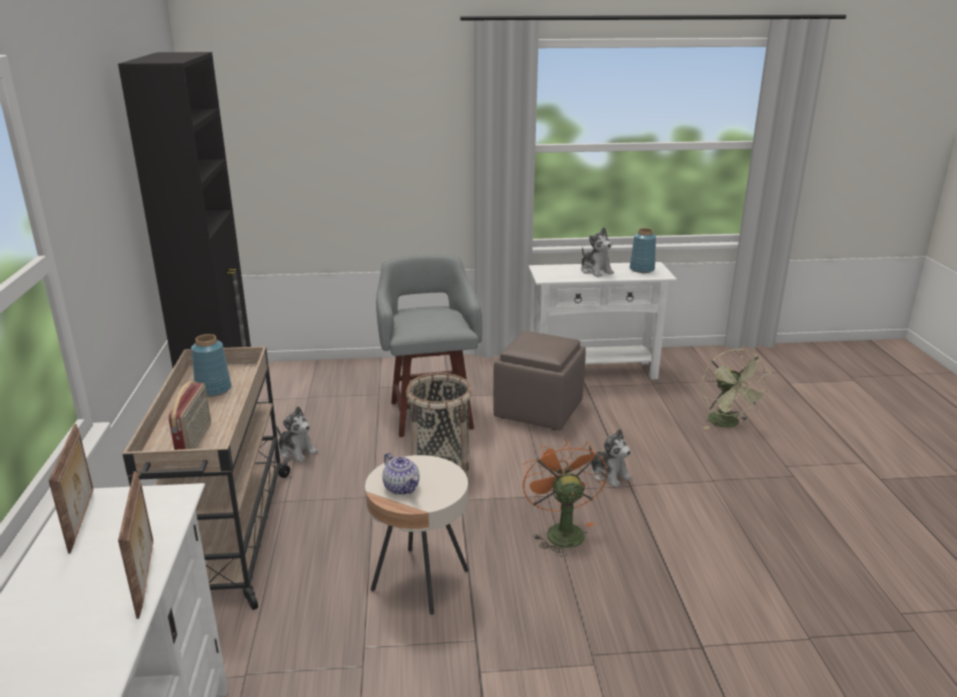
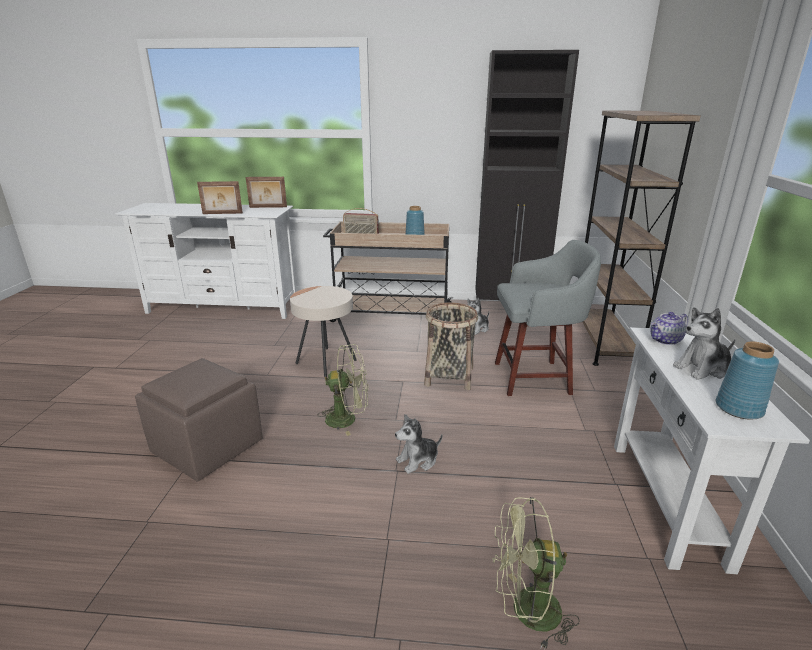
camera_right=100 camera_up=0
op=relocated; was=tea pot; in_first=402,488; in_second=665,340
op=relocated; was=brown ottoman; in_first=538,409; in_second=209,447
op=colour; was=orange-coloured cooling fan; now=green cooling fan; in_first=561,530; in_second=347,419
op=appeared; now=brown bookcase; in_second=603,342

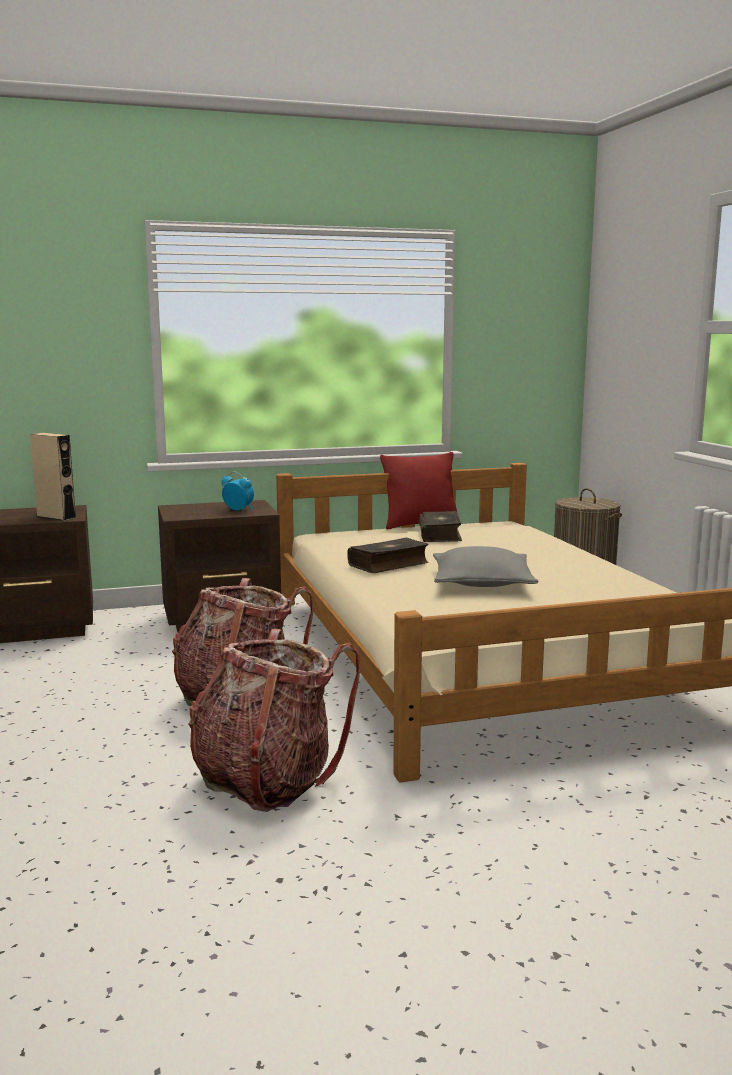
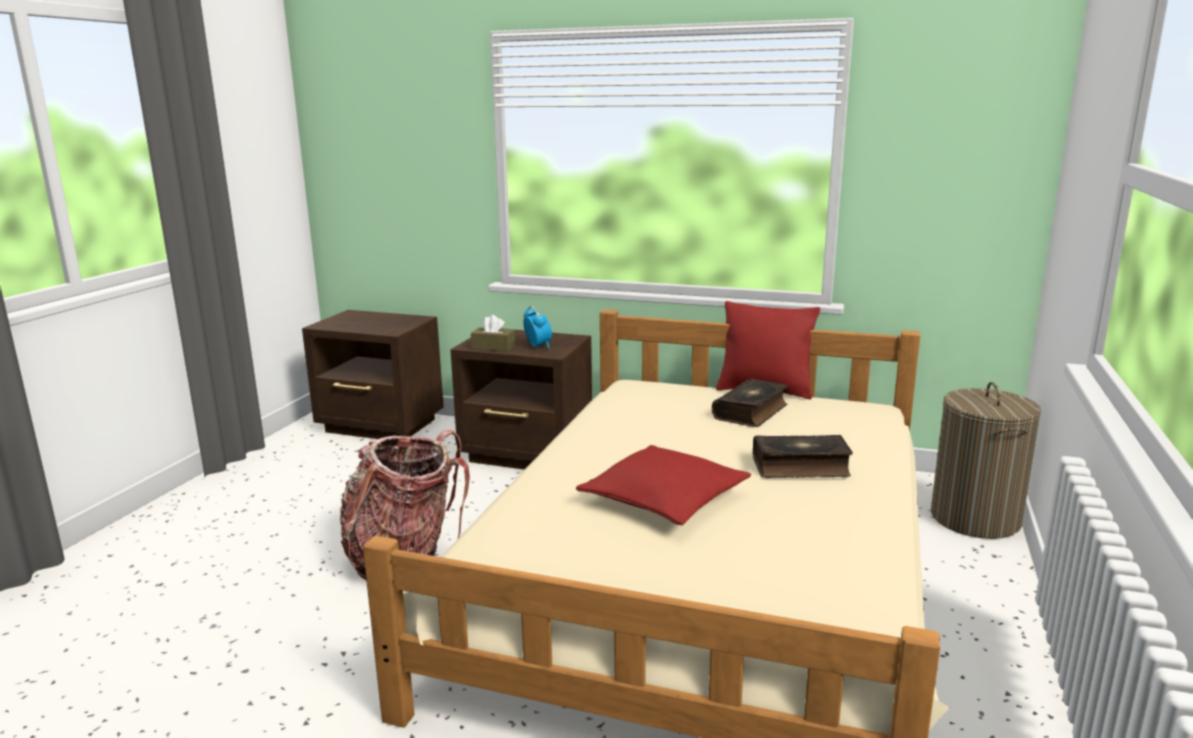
camera_right=35 camera_up=5
op=missing; was=beige audio speaker; in_first=56,517
op=missing; was=backpack; in_first=268,781
op=relocated; was=bound book; in_first=389,564; in_second=800,467
op=colour; was=gray cushion; now=red cushion; in_first=482,583; in_second=664,500
op=appeared; now=brown box of tissues; in_second=493,347

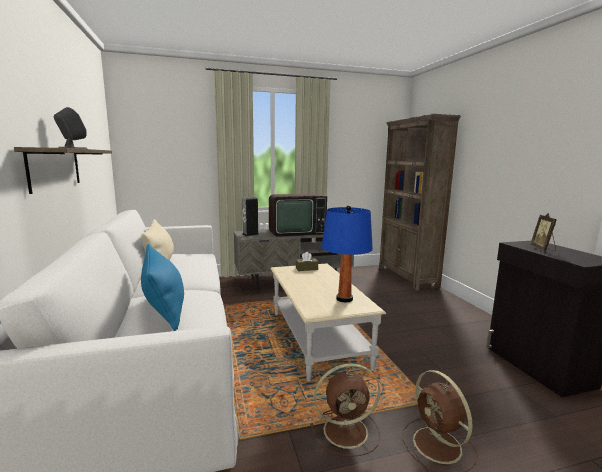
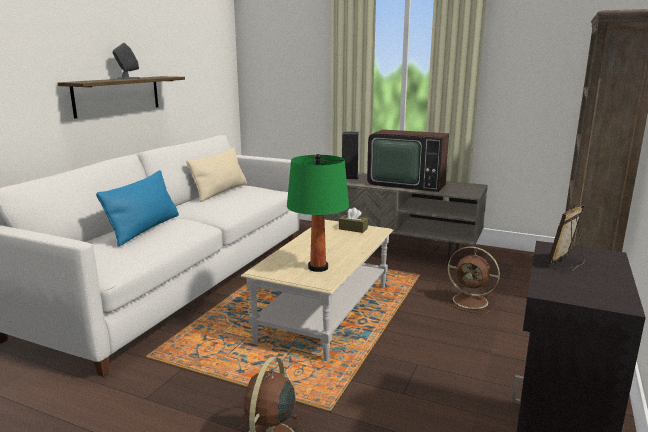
camera_right=40 camera_up=5
op=relocated; was=brown cooling fan; in_first=347,431; in_second=471,301
op=colour; was=bluish tabletop lamp; now=green tabletop lamp; in_first=344,299; in_second=318,267

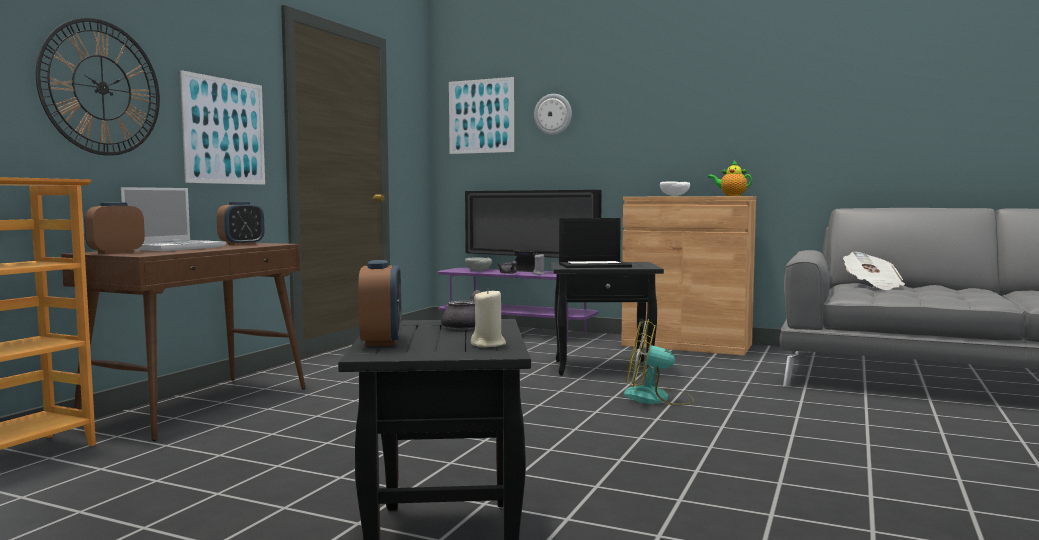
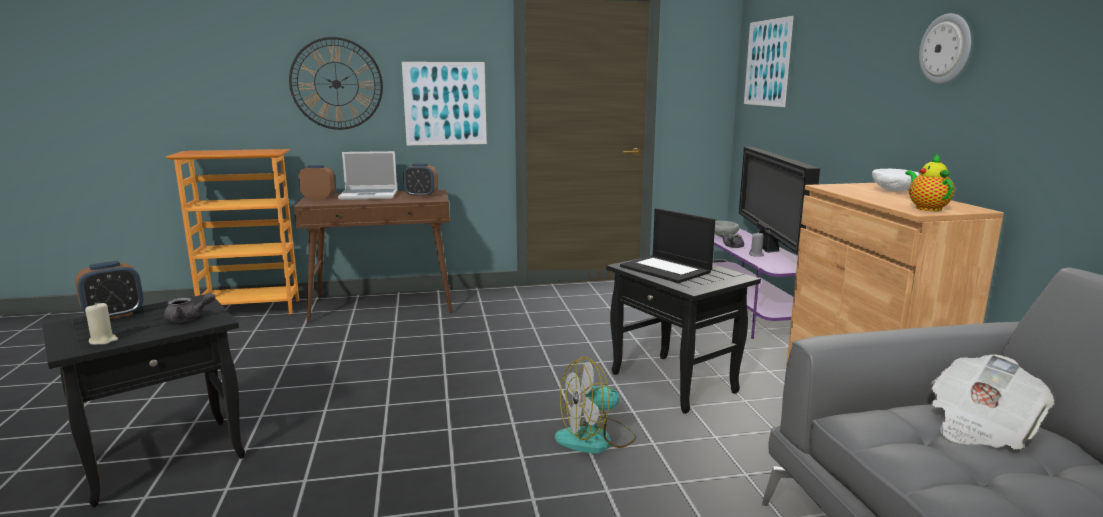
camera_right=55 camera_up=10
op=relocated; was=hanging clock; in_first=553,114; in_second=946,49
op=spun; was=cooling fan; in_first=657,398; in_second=596,439; clockwise=-90

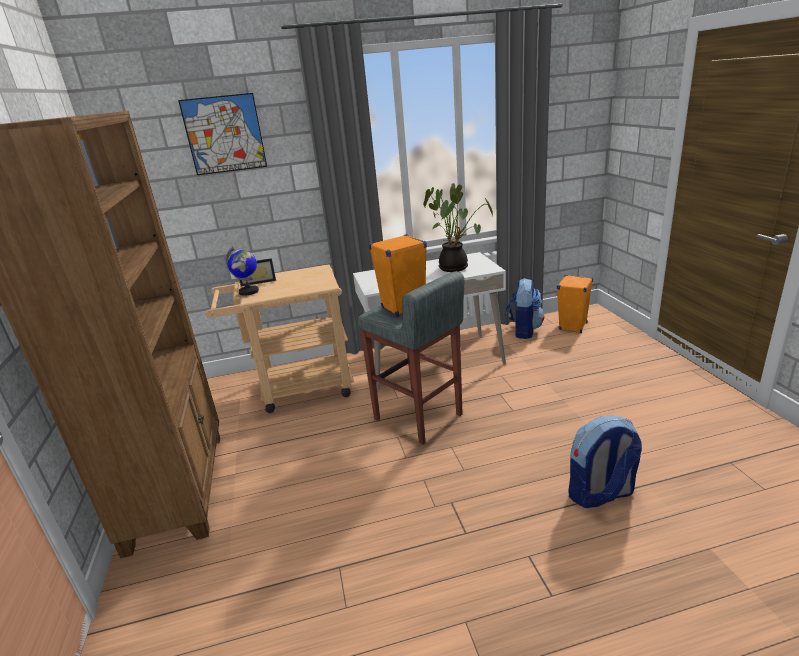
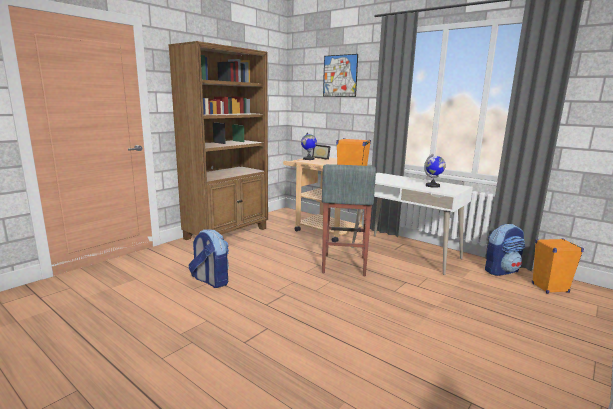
camera_right=50 camera_up=-10
op=exchanged; was=houseplant; now=globe; in_first=456,267; in_second=432,186
op=relocated; was=backpack; in_first=600,494; in_second=210,281

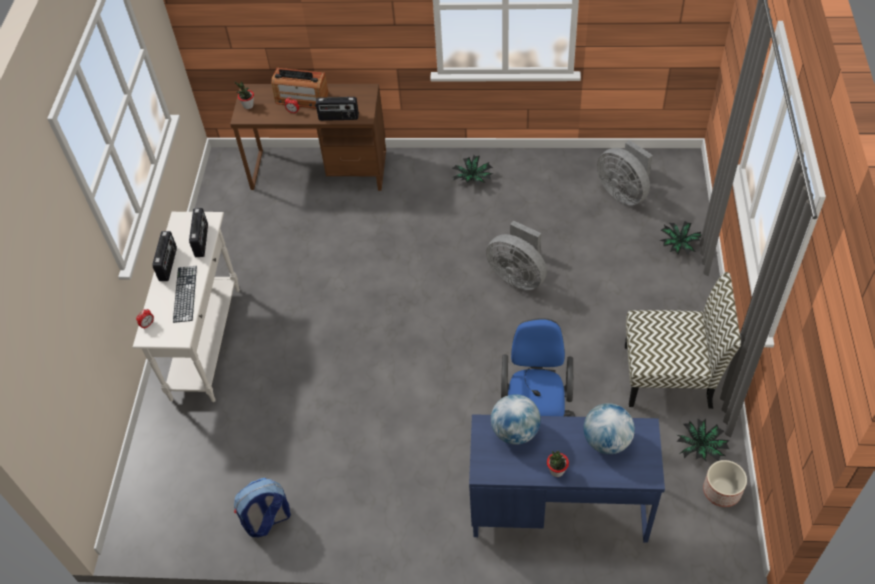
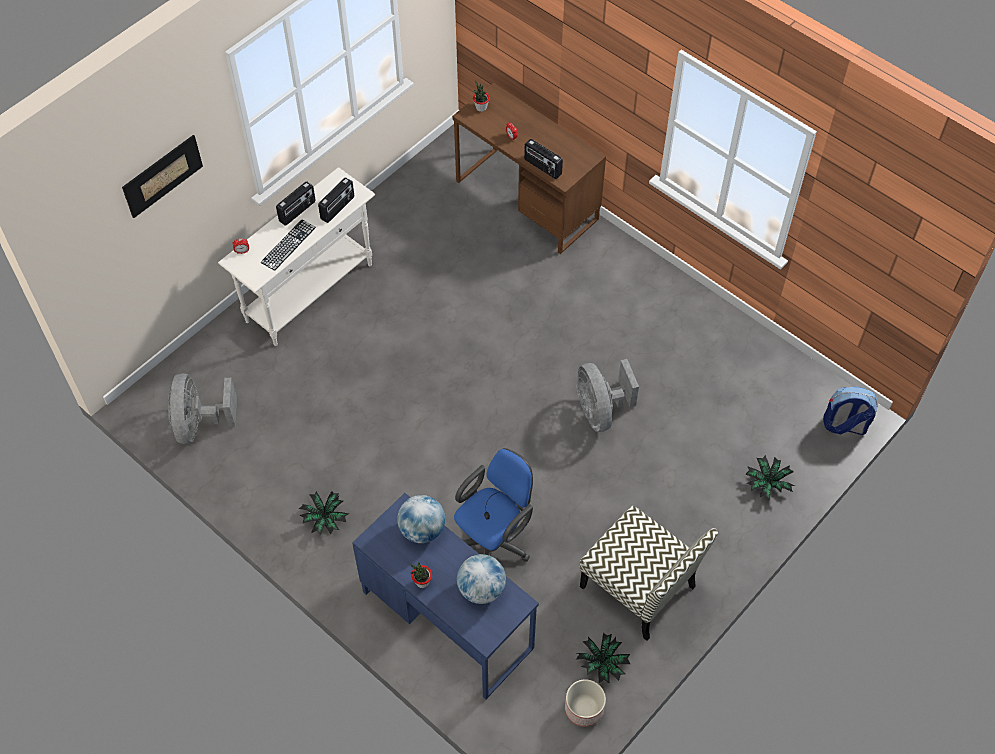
camera_right=35 camera_up=5
op=relocated; was=backpack; in_first=267,520; in_second=844,425
op=missing; was=radio set; in_first=301,98
op=relocated; was=houseplant; in_first=472,179; in_second=324,518
op=relocated; was=gray cooling fan; in_first=623,192; in_second=200,424
op=appeared; now=picture; in_second=162,176

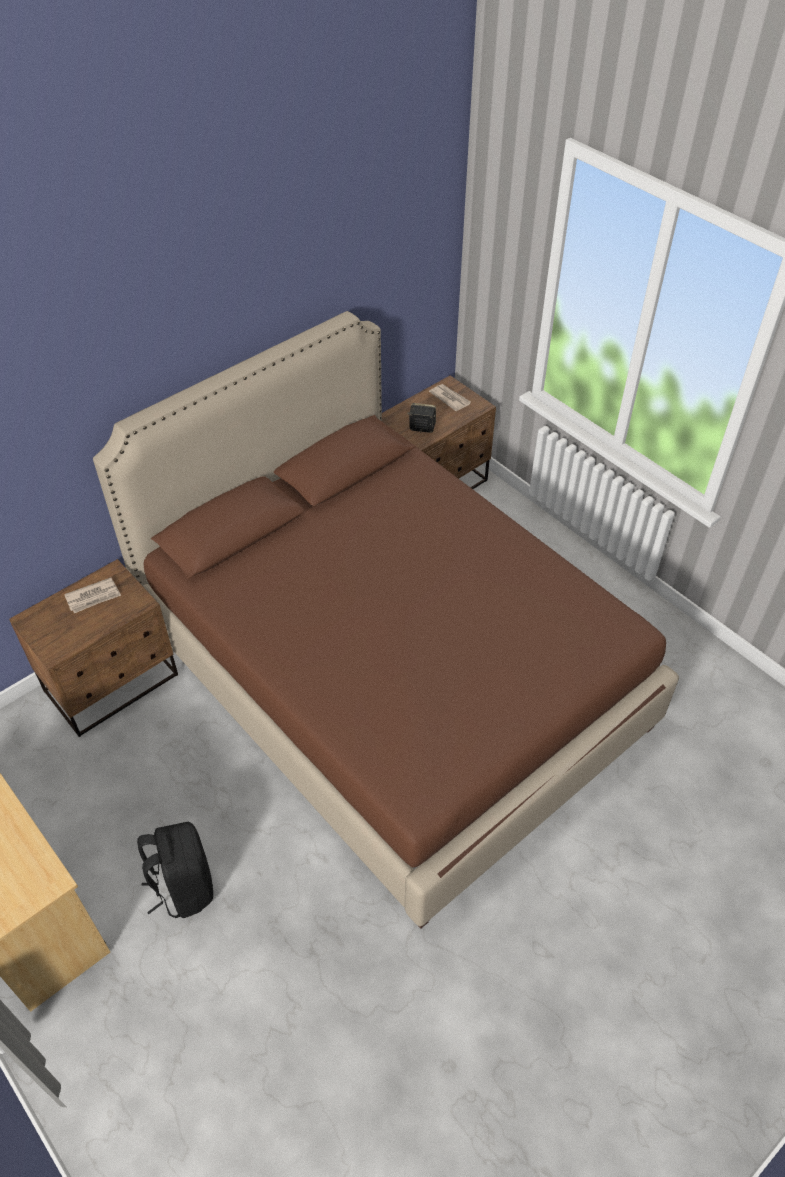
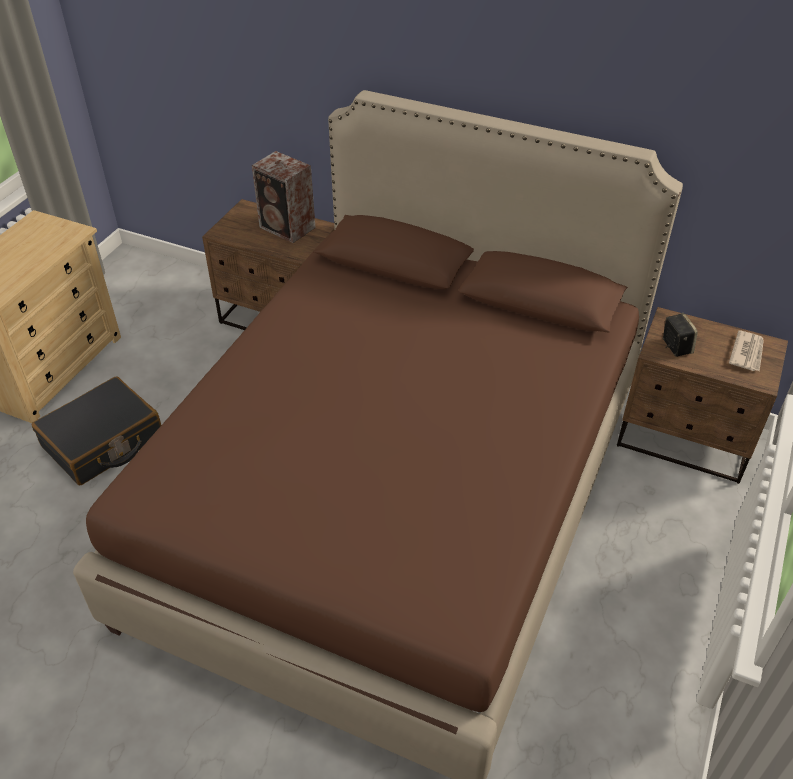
camera_right=65 camera_up=-5
op=exchanged; was=printed paper; now=audio speaker; in_first=93,597; in_second=288,228
op=exchanged; was=black-coloured backpack; now=black-coloured travel case; in_first=183,886; in_second=103,442

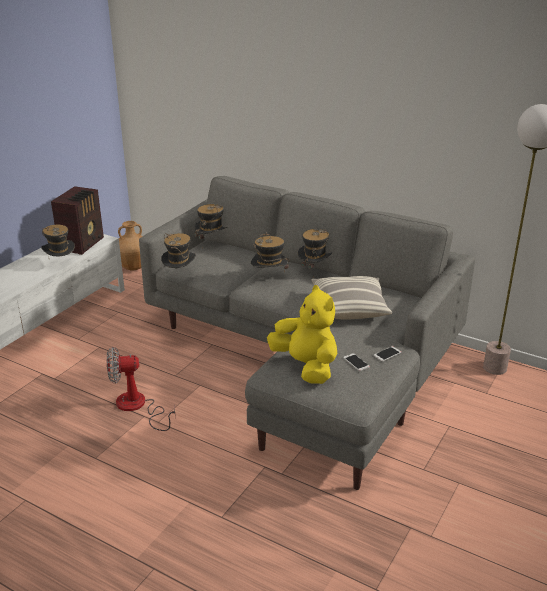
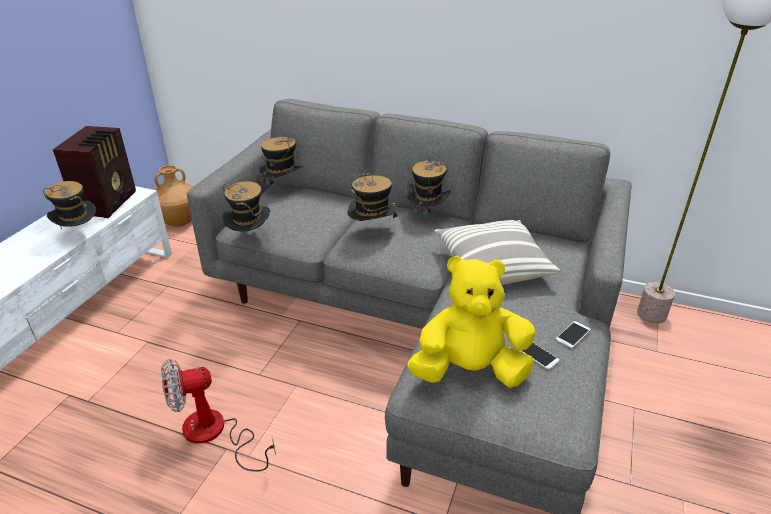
camera_right=-10 camera_up=5
op=spun; was=yellow-coloured soft toy; in_first=306,366; in_second=470,371; clockwise=-45

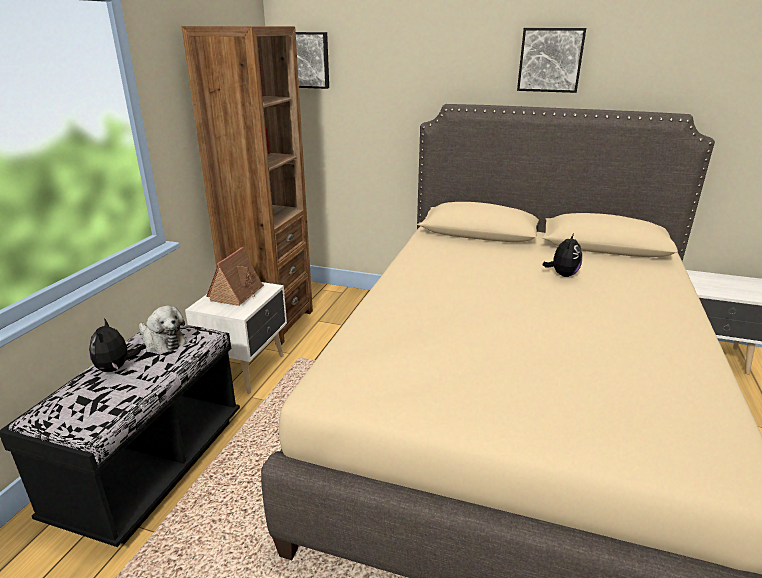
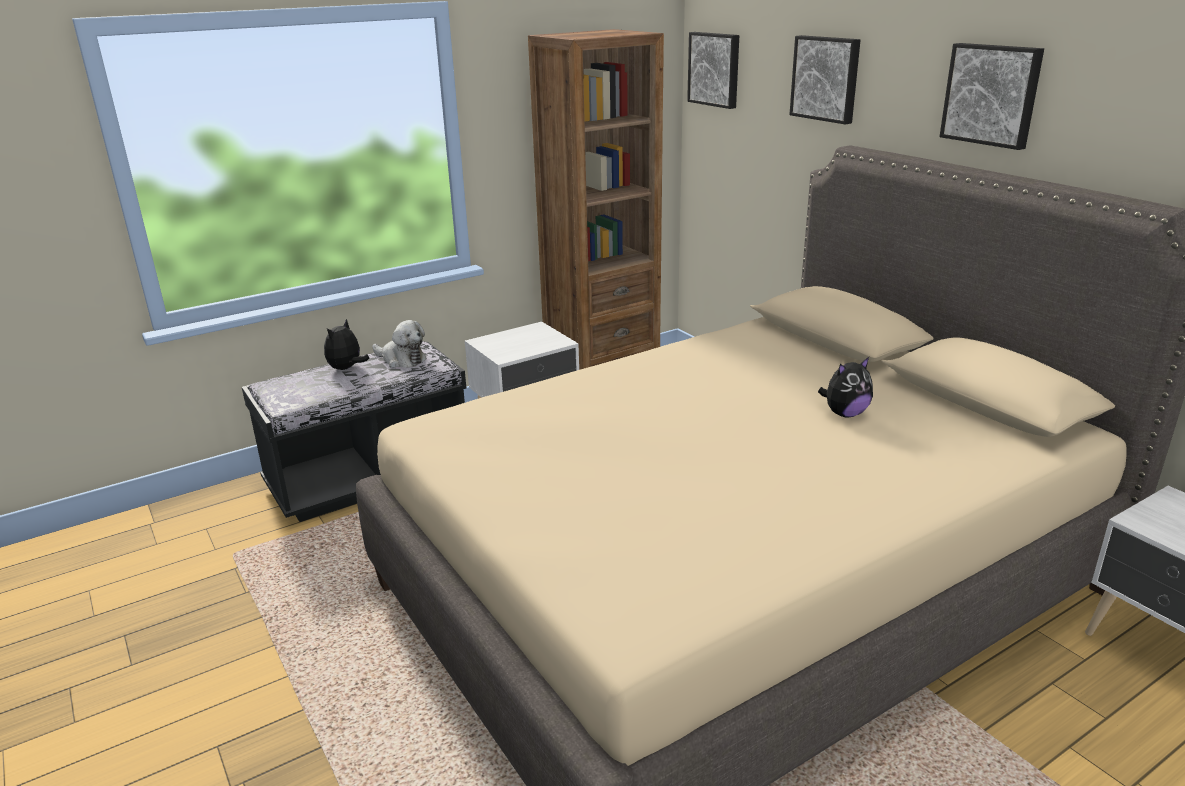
camera_right=40 camera_up=0
op=spun; was=soft toy; in_first=162,342; in_second=401,359; clockwise=-45
op=missing; was=model house; in_first=237,293
op=appeared; now=picture; in_second=826,78

